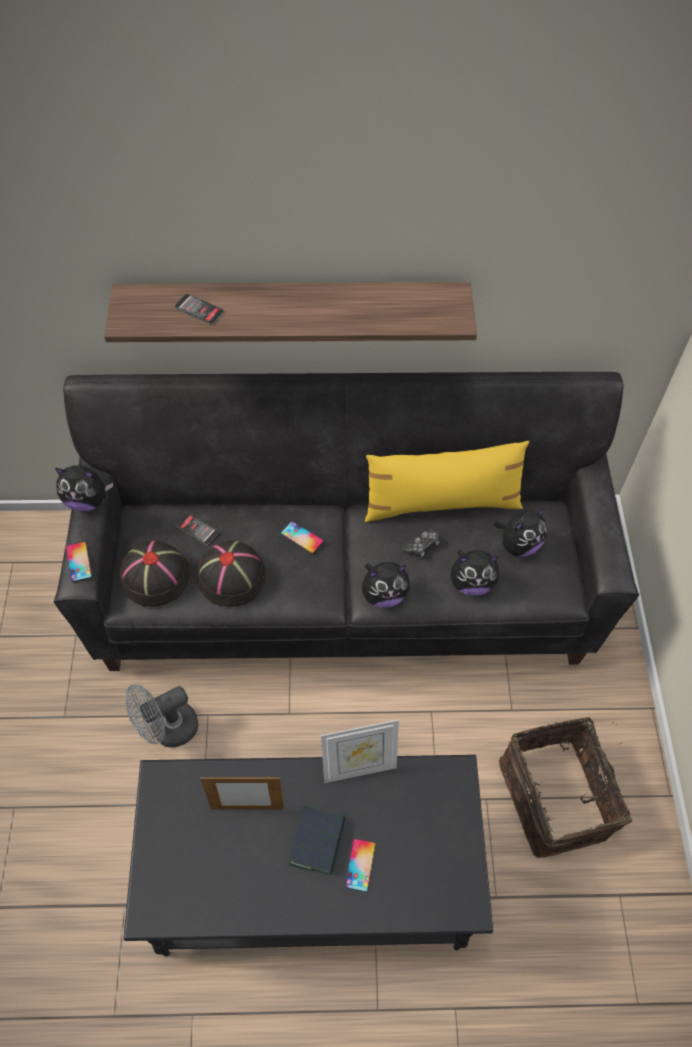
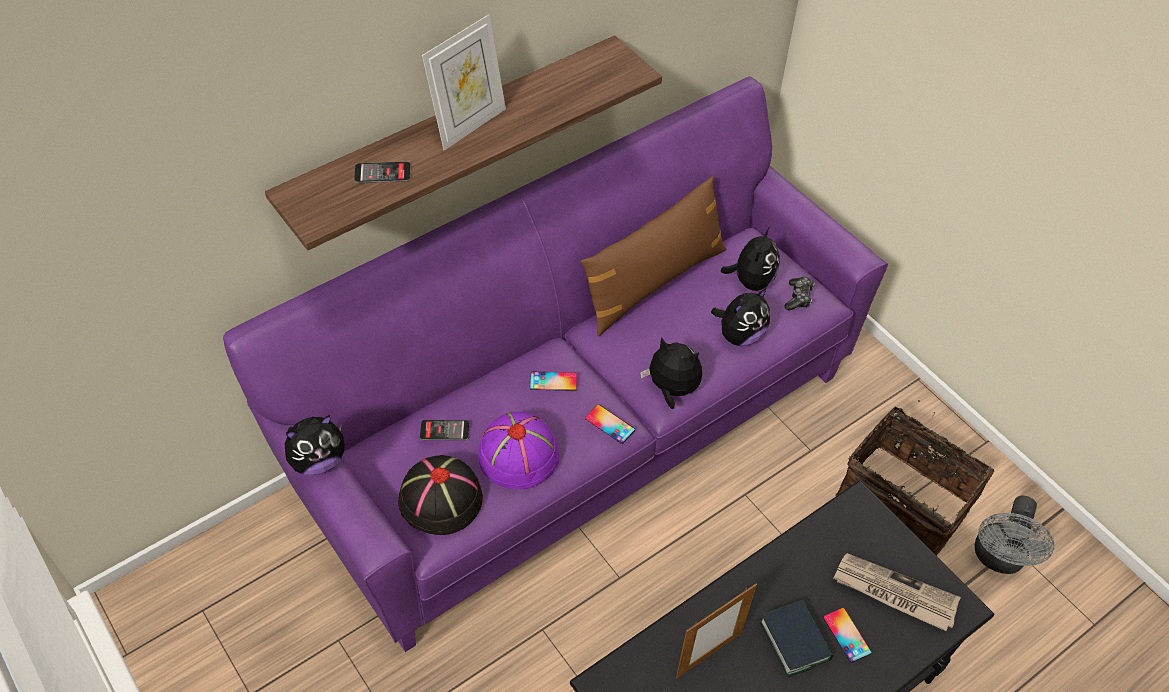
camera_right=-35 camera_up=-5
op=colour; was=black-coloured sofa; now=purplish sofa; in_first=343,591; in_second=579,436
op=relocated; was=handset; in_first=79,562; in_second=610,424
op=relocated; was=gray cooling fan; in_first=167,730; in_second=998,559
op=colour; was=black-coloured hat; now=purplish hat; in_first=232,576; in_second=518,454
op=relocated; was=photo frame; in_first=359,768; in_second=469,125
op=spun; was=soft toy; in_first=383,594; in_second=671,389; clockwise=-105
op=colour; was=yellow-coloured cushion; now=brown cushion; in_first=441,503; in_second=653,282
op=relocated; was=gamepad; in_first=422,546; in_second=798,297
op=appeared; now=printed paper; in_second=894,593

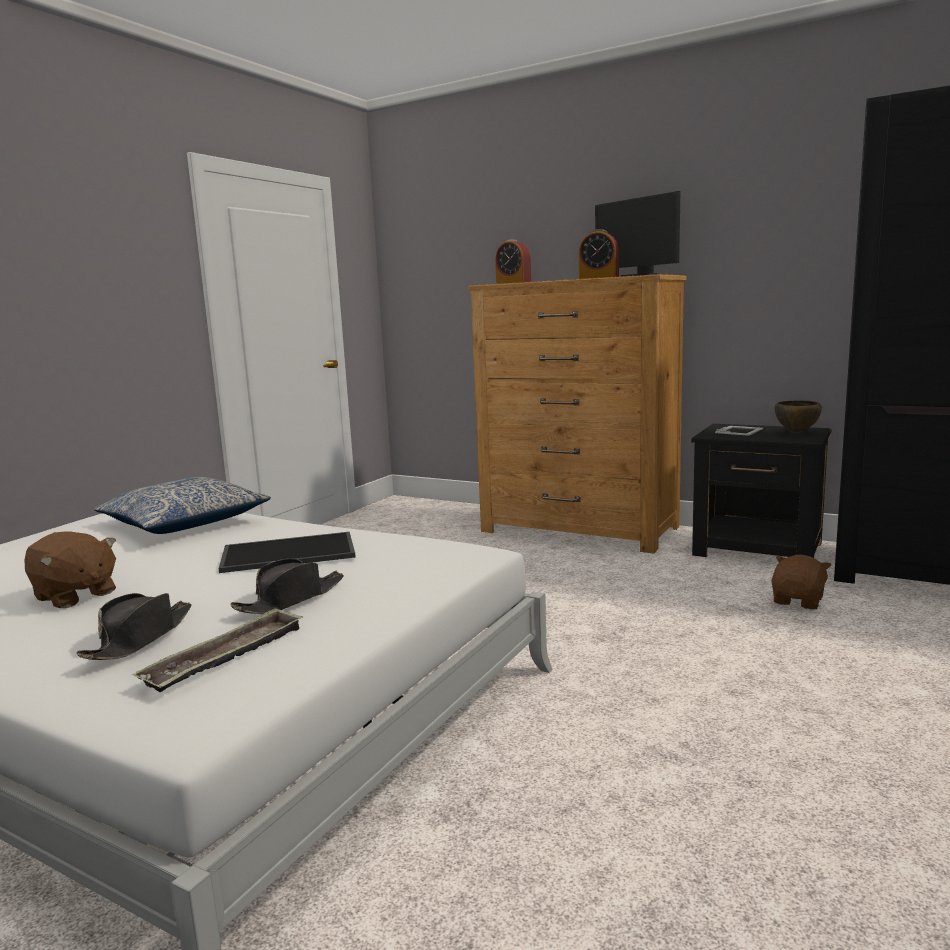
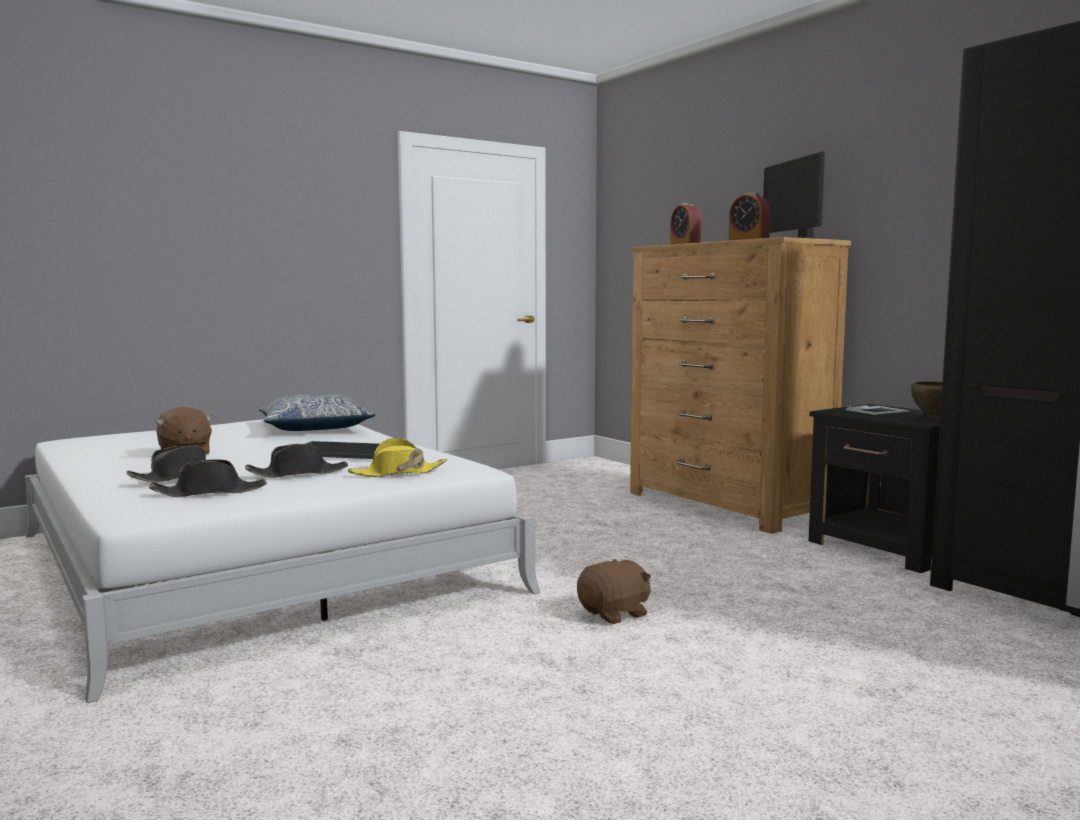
camera_right=25 camera_up=-5
op=exchanged; was=carrying tray; now=black-coloured hat; in_first=226,657; in_second=210,492
op=relocated; was=brown soft toy; in_first=798,601; in_second=615,614
op=appeared; now=yellow-coloured hat; in_second=397,473

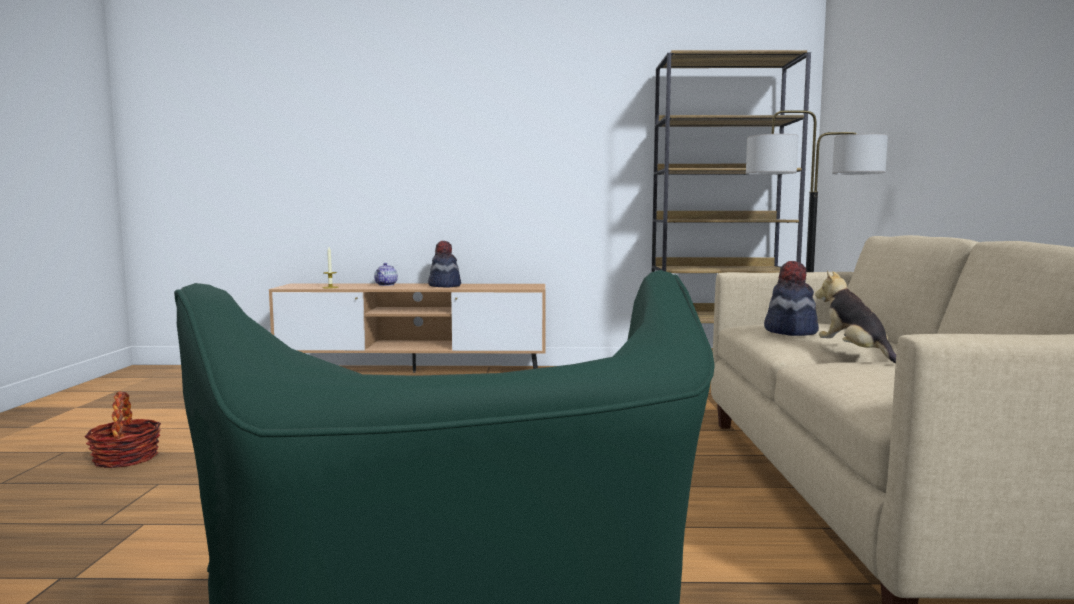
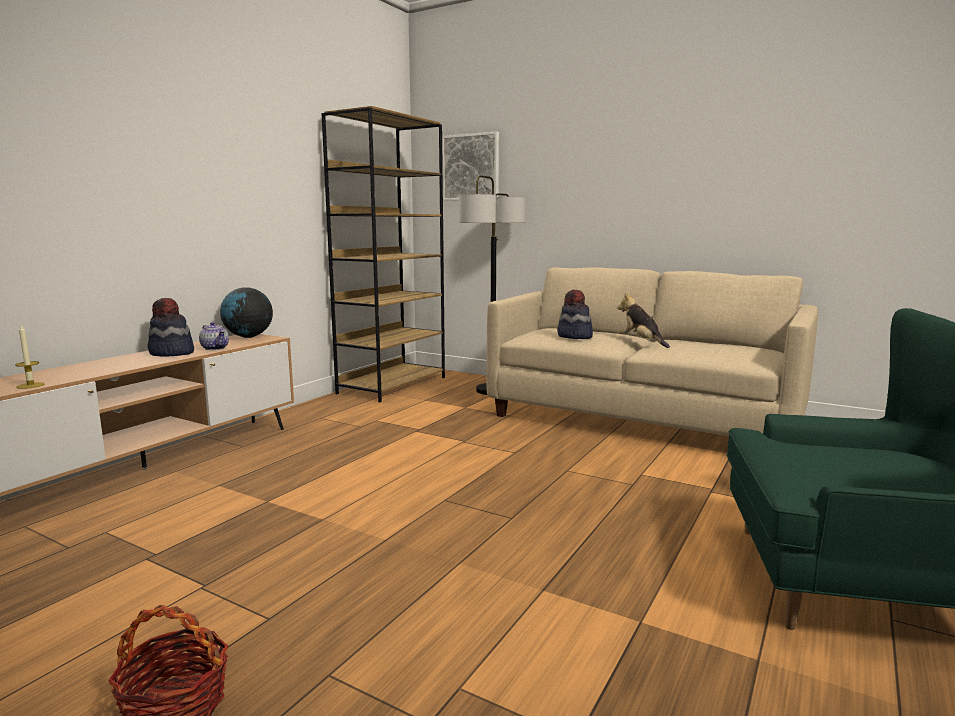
camera_right=-60 camera_up=5
op=relocated; was=tea pot; in_first=386,285; in_second=215,348
op=spun; was=soft toy; in_first=856,354; in_second=641,342; clockwise=45
op=appeared; now=globe; in_second=248,336
op=appeared; now=picture; in_second=470,167

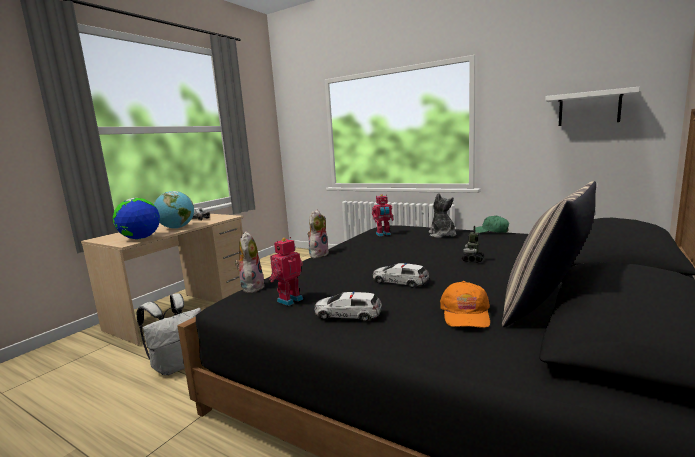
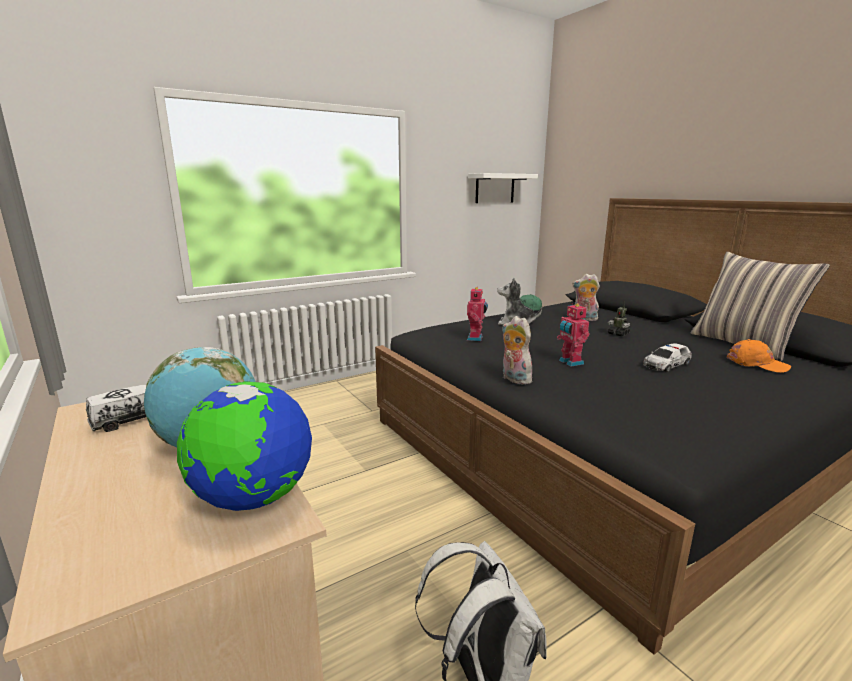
camera_right=-65 camera_up=5
op=relocated; was=soft toy; in_first=251,287; in_second=584,319
op=relocated; was=model robot; in_first=289,300; in_second=570,362
op=missing; was=miniature car; in_first=347,314

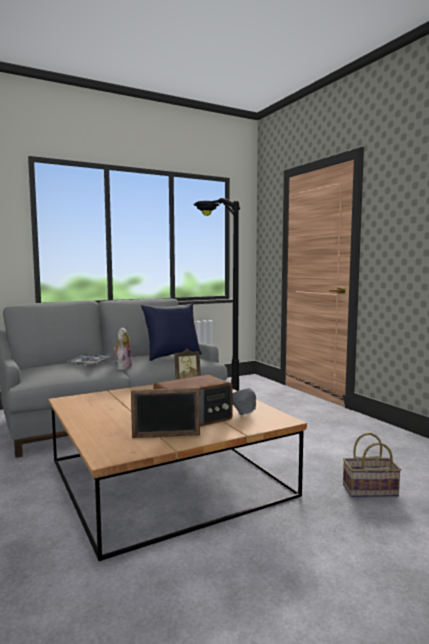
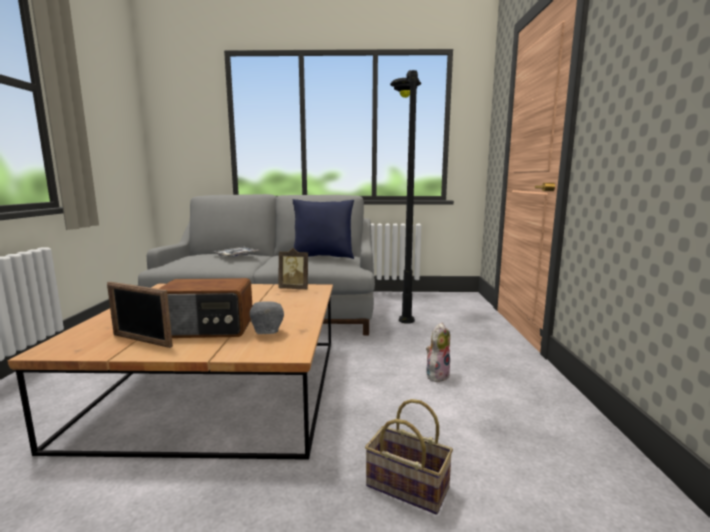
camera_right=30 camera_up=5
op=relocated; was=soft toy; in_first=122,367; in_second=437,375

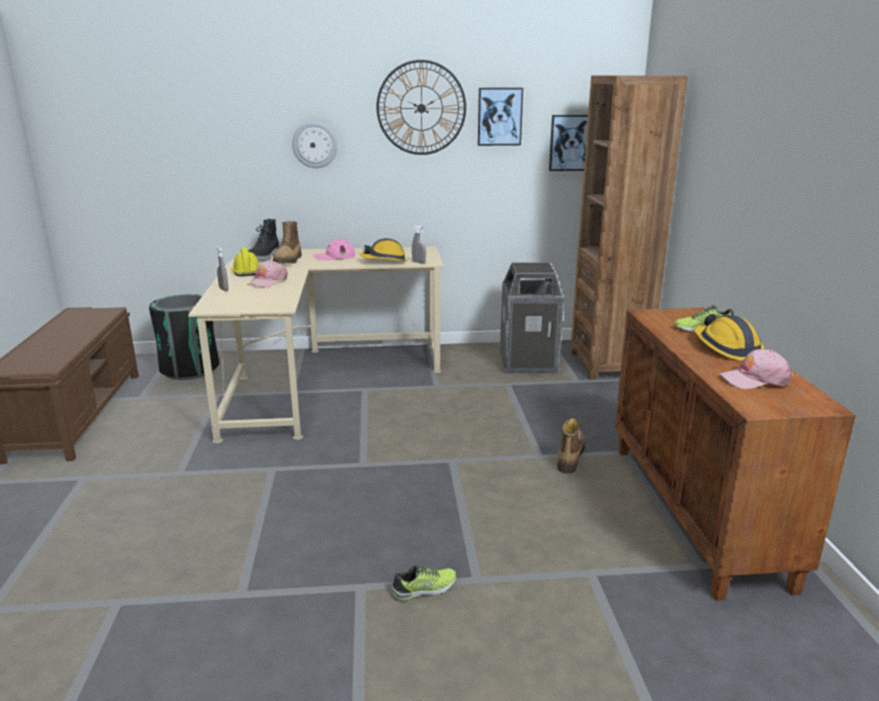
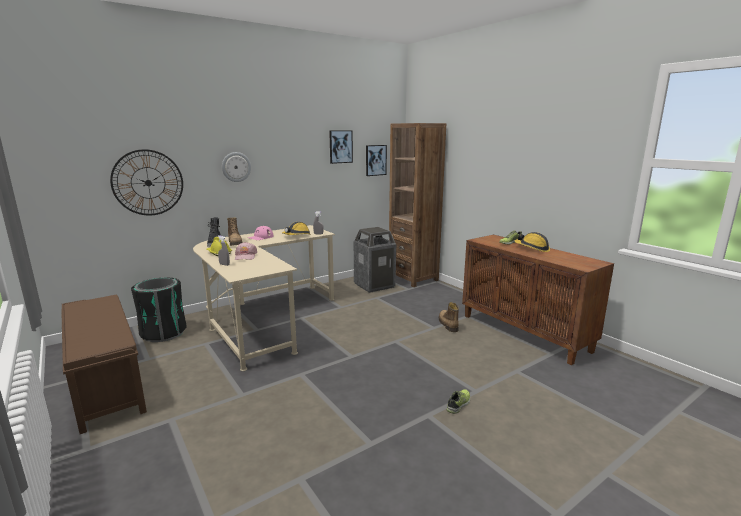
camera_right=-30 camera_up=-5
op=relocated; was=hanging clock; in_first=421,108; in_second=148,183
op=missing; was=pink cap; in_first=754,379

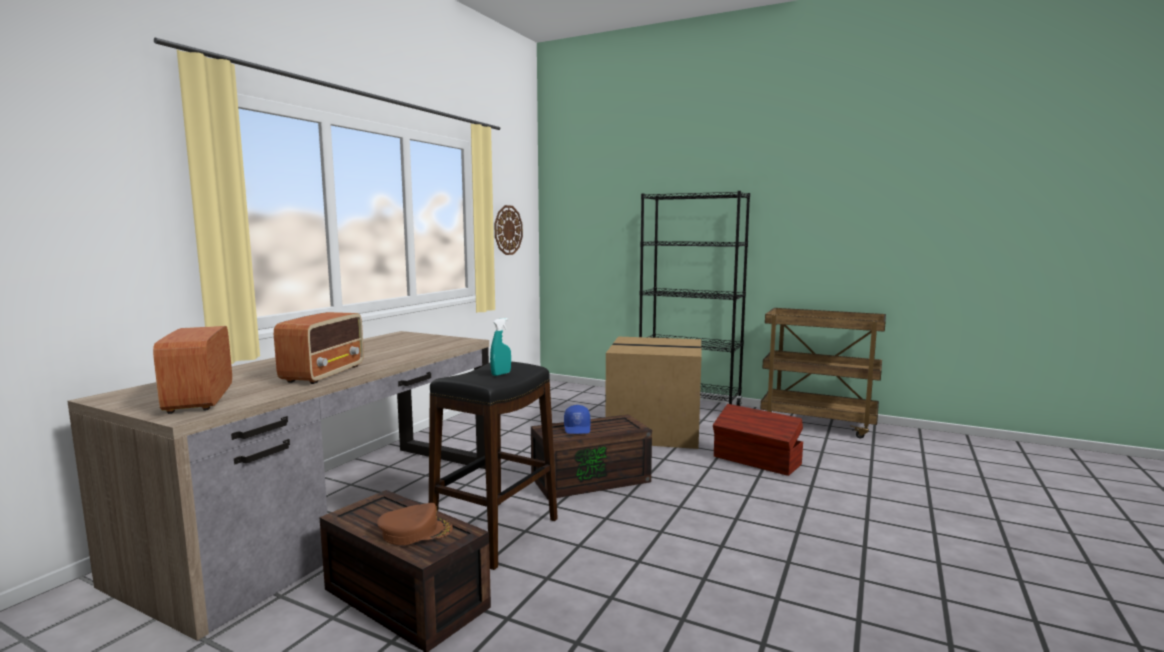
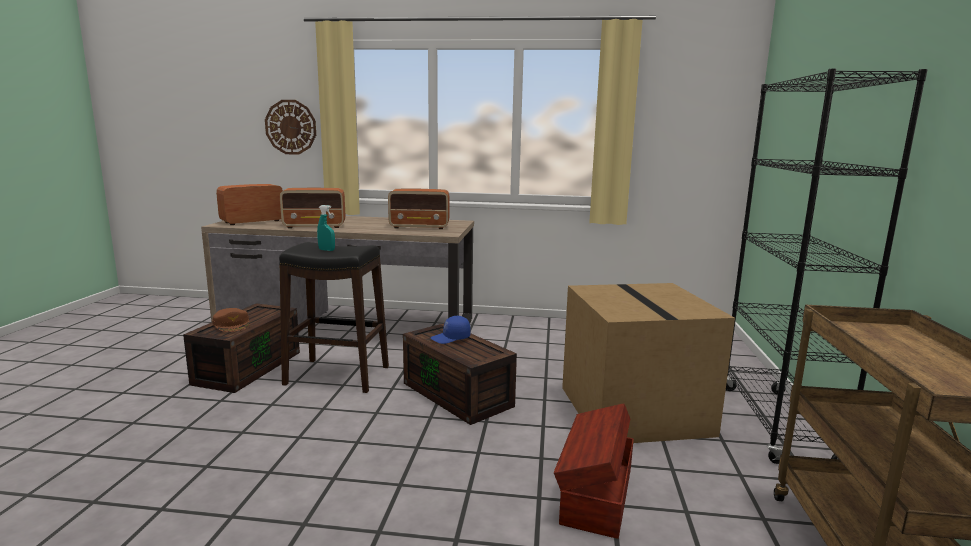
camera_right=70 camera_up=5
op=relocated; was=hanging clock; in_first=508,230; in_second=291,127
op=appeared; now=radio set; in_second=420,227

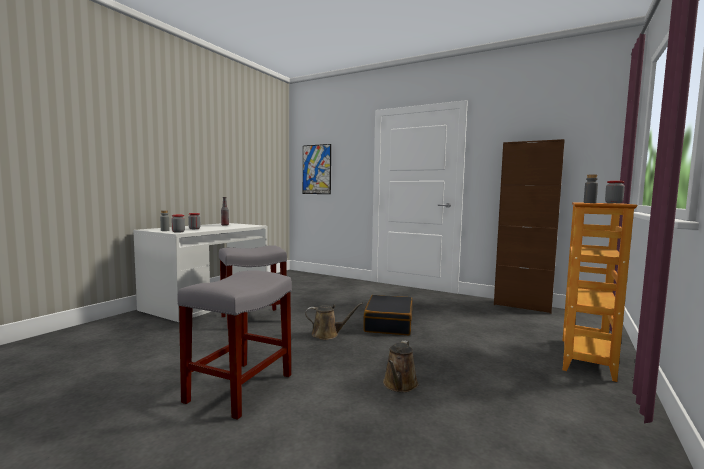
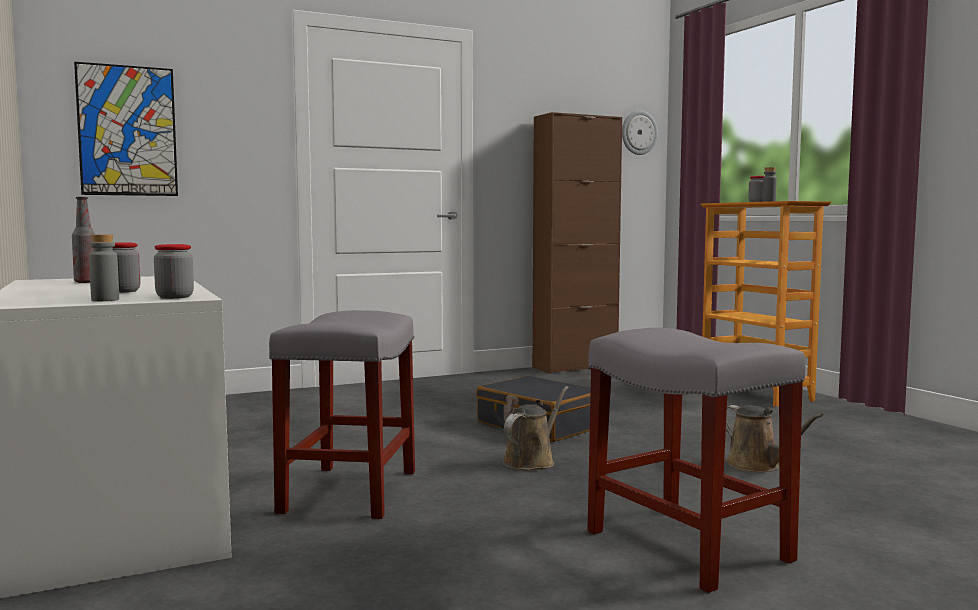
camera_right=-55 camera_up=0
op=appeared; now=hanging clock; in_second=638,132

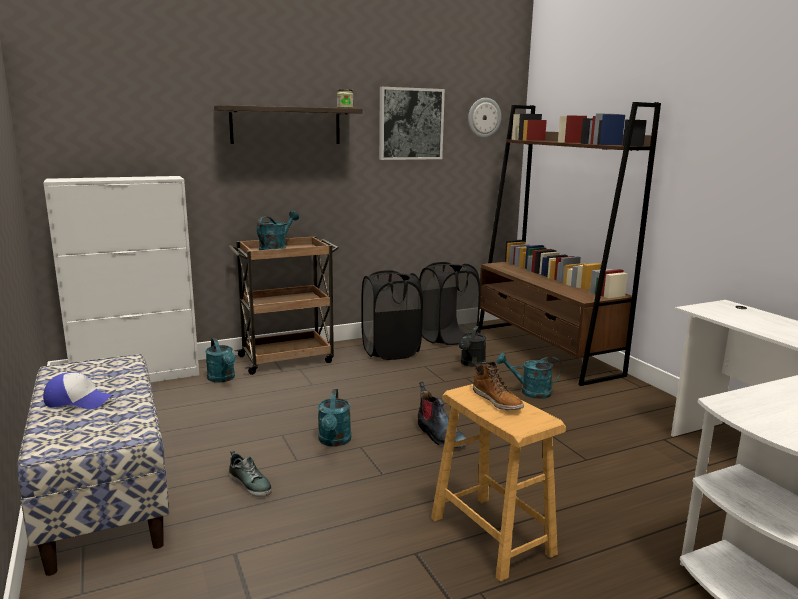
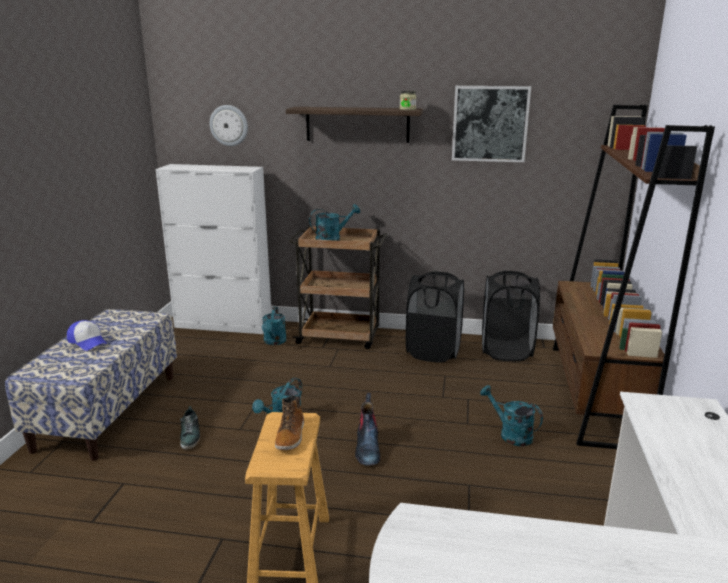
camera_right=35 camera_up=5
op=missing; was=black-coloured watering pot; in_first=471,364
op=relocated; was=hanging clock; in_first=484,117; in_second=229,125

